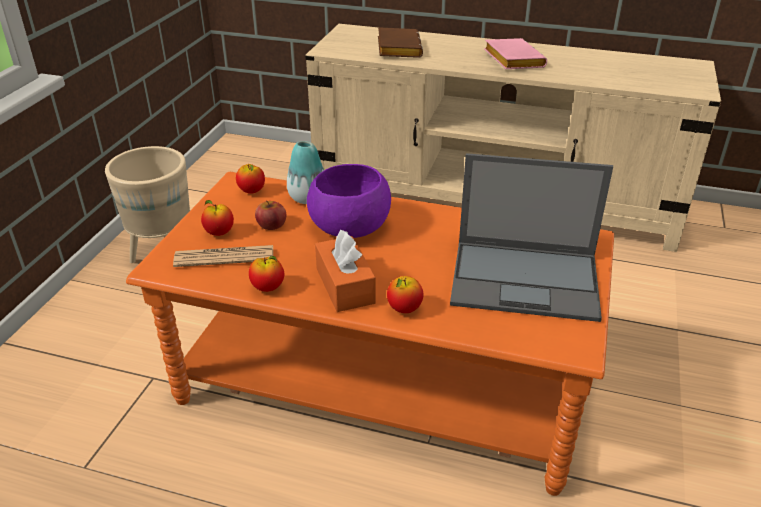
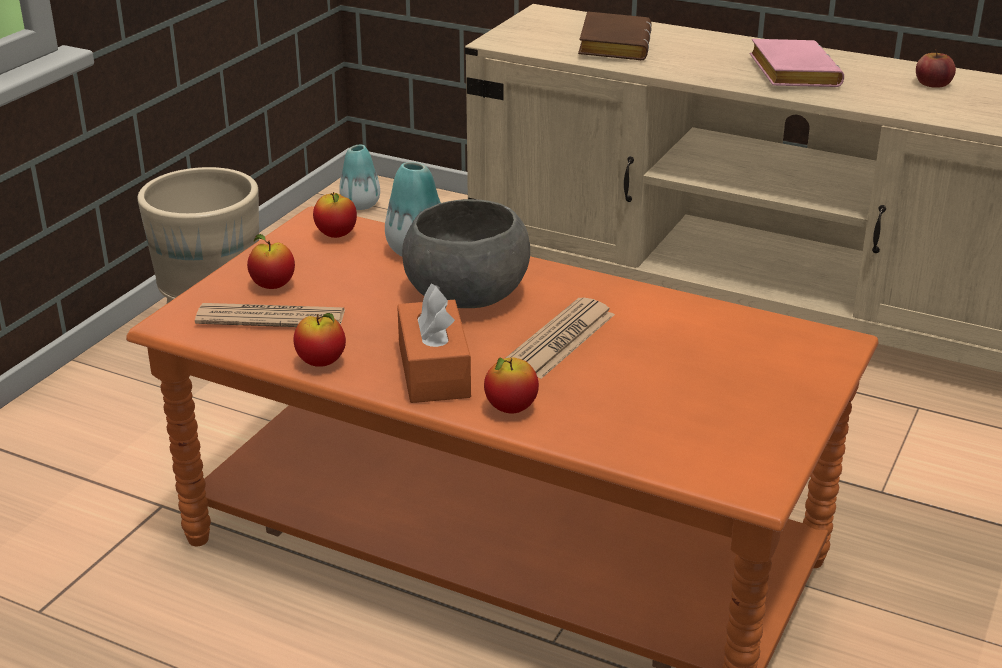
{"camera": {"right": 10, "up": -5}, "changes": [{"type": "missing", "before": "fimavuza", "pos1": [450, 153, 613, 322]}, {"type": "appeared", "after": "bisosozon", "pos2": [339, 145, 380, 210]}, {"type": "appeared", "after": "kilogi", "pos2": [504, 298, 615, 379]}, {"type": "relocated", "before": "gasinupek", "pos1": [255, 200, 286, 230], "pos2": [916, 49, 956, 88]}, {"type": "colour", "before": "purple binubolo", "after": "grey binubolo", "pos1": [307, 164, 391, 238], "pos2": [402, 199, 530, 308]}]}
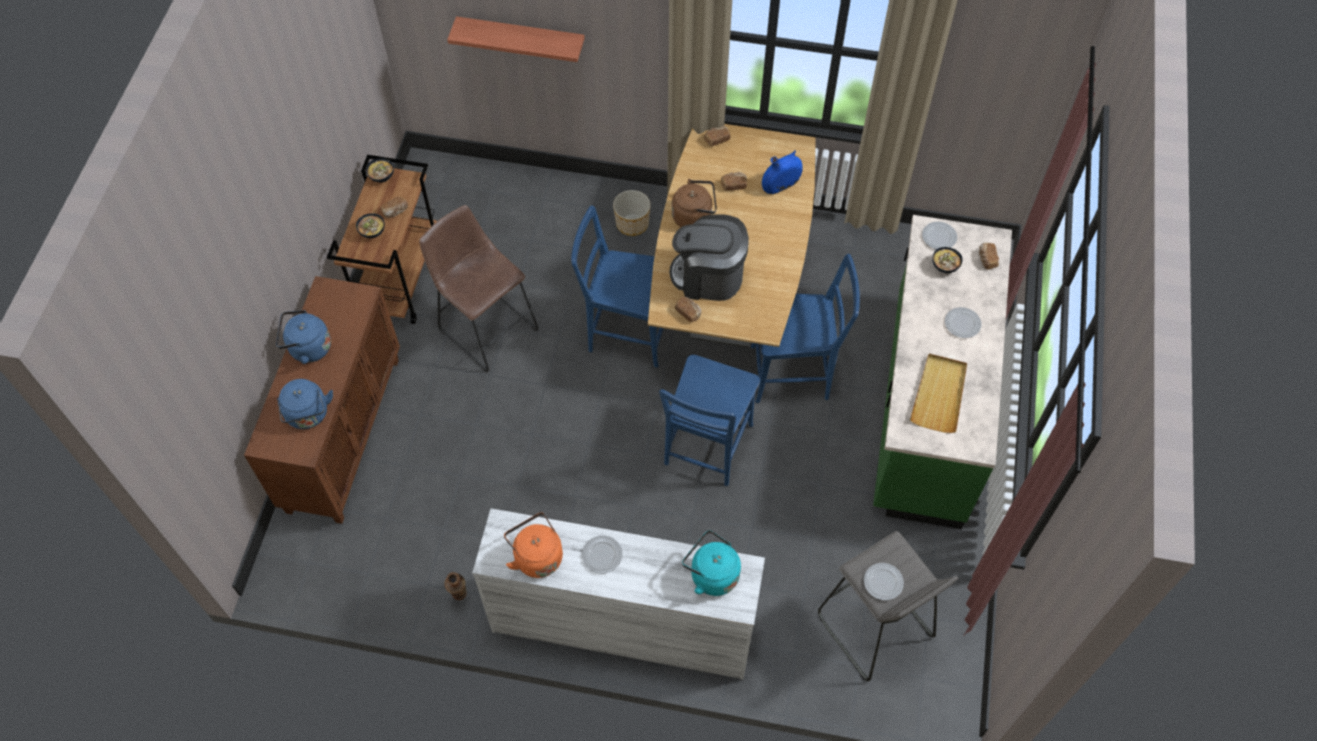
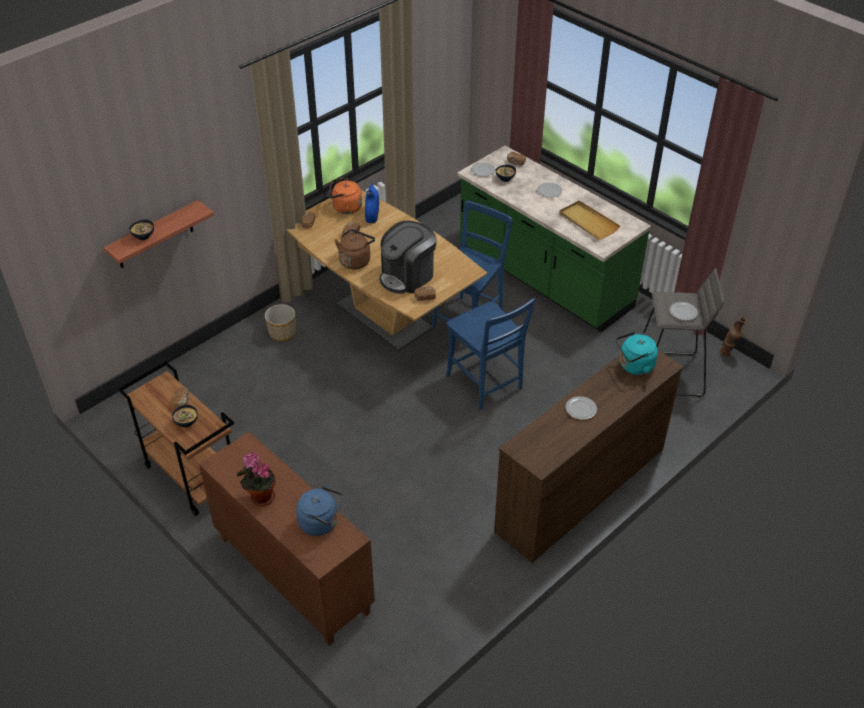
{"camera": {"right": -55, "up": -15}, "changes": [{"type": "missing", "before": "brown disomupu", "pos1": [419, 205, 539, 372]}, {"type": "missing", "before": "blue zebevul", "pos1": [571, 205, 664, 367]}, {"type": "relocated", "before": "binubolo", "pos1": [366, 159, 394, 183], "pos2": [129, 220, 154, 240]}, {"type": "relocated", "before": "bisosozon", "pos1": [444, 572, 467, 600], "pos2": [720, 316, 748, 357]}, {"type": "relocated", "before": "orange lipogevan", "pos1": [504, 513, 563, 578], "pos2": [328, 178, 362, 214]}, {"type": "exchanged", "before": "blue lipogevan", "after": "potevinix", "pos1": [276, 310, 331, 364], "pos2": [237, 452, 275, 506]}, {"type": "colour", "before": "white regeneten", "after": "brown regeneten", "pos1": [472, 508, 765, 680], "pos2": [494, 350, 683, 563]}]}
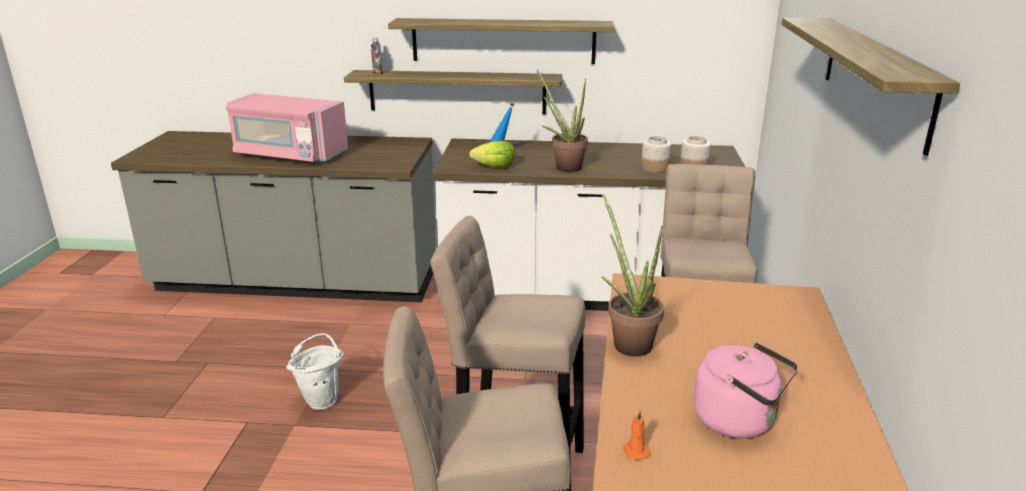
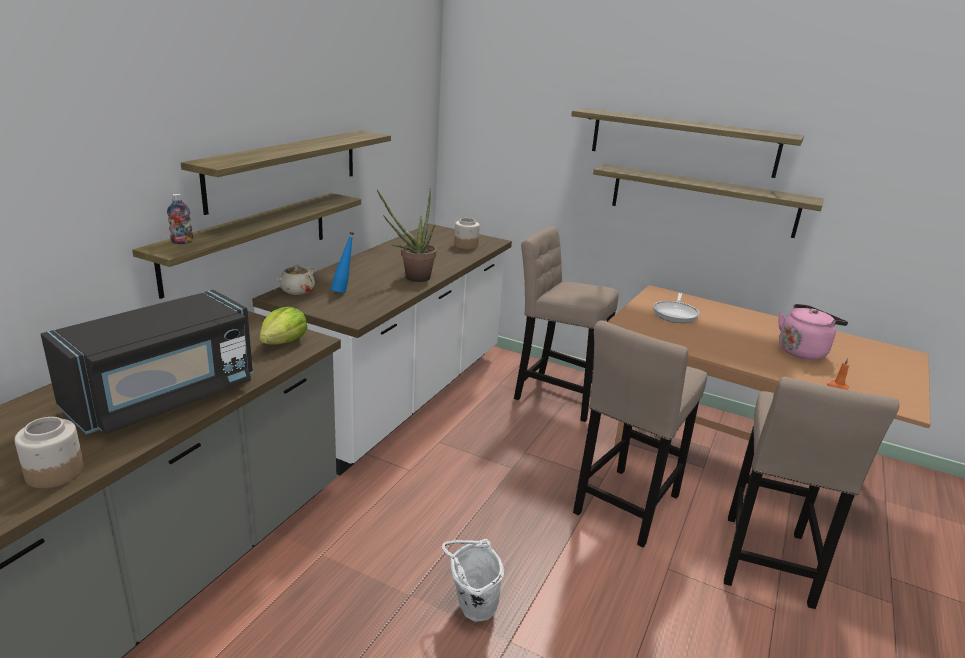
{"camera": {"right": -70, "up": 0}, "changes": [{"type": "missing", "before": "potevinix", "pos1": [601, 194, 664, 357]}, {"type": "appeared", "after": "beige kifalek", "pos2": [277, 265, 315, 295]}, {"type": "appeared", "after": "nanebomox", "pos2": [593, 164, 824, 238]}, {"type": "appeared", "after": "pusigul", "pos2": [654, 293, 699, 323]}, {"type": "relocated", "before": "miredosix", "pos1": [469, 141, 515, 168], "pos2": [259, 307, 307, 344]}, {"type": "relocated", "before": "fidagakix", "pos1": [641, 136, 672, 173], "pos2": [15, 417, 84, 488]}, {"type": "colour", "before": "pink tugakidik", "after": "black tugakidik", "pos1": [226, 93, 348, 163], "pos2": [41, 290, 253, 434]}]}
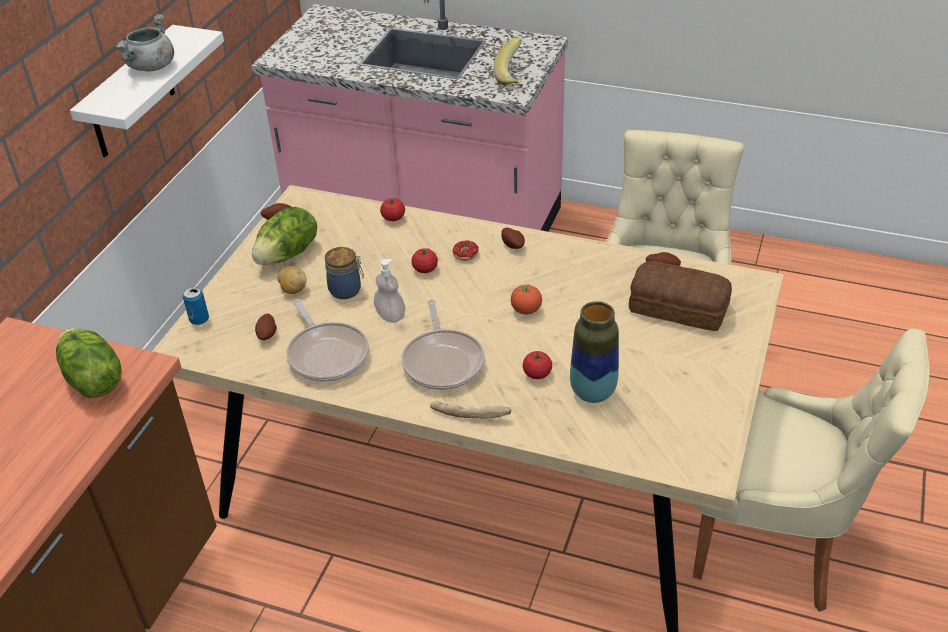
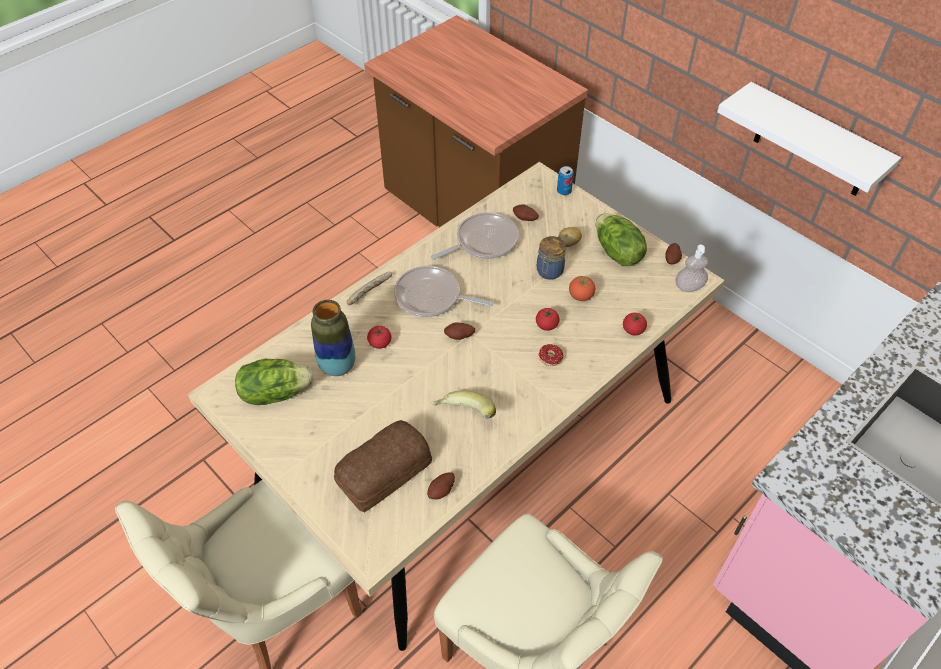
{"camera": {"right": 115, "up": 10}, "changes": [{"type": "missing", "before": "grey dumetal", "pos1": [115, 14, 174, 72]}, {"type": "relocated", "before": "miredosix", "pos1": [56, 328, 122, 398], "pos2": [235, 359, 314, 405]}, {"type": "relocated", "before": "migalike", "pos1": [374, 259, 405, 323], "pos2": [675, 245, 708, 292]}, {"type": "relocated", "before": "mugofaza", "pos1": [494, 38, 522, 85], "pos2": [432, 390, 496, 419]}, {"type": "relocated", "before": "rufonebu", "pos1": [501, 228, 525, 249], "pos2": [444, 322, 475, 340]}, {"type": "relocated", "before": "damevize", "pos1": [511, 284, 542, 315], "pos2": [569, 276, 595, 301]}, {"type": "spun", "before": "pusigul", "pos1": [286, 299, 369, 382], "pos2": [431, 212, 519, 260], "turn": 150}]}
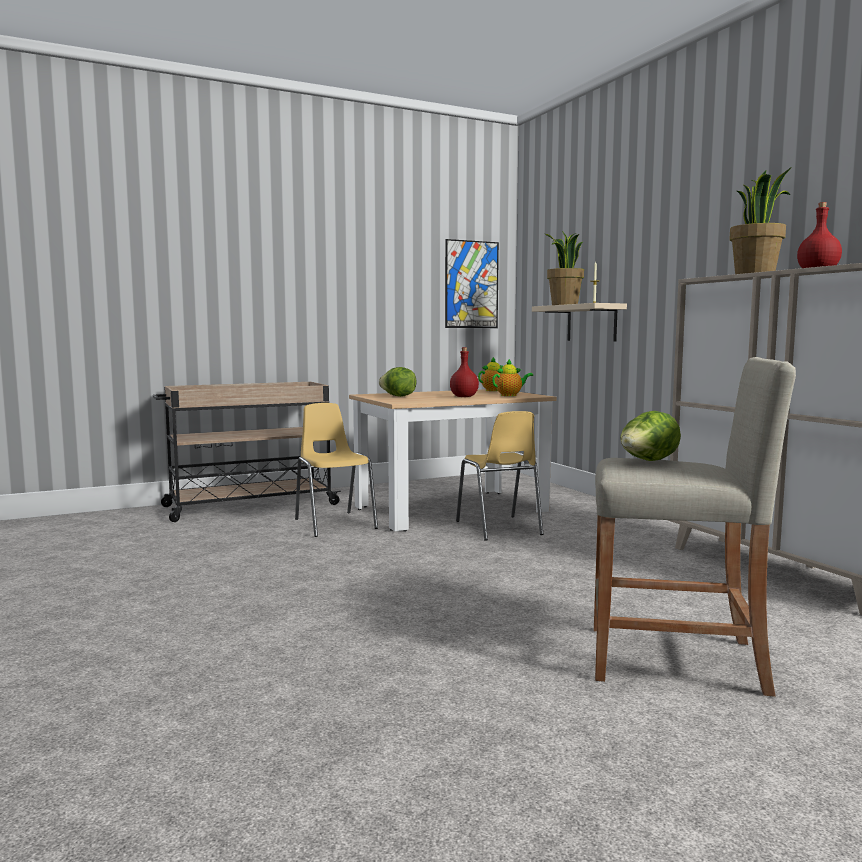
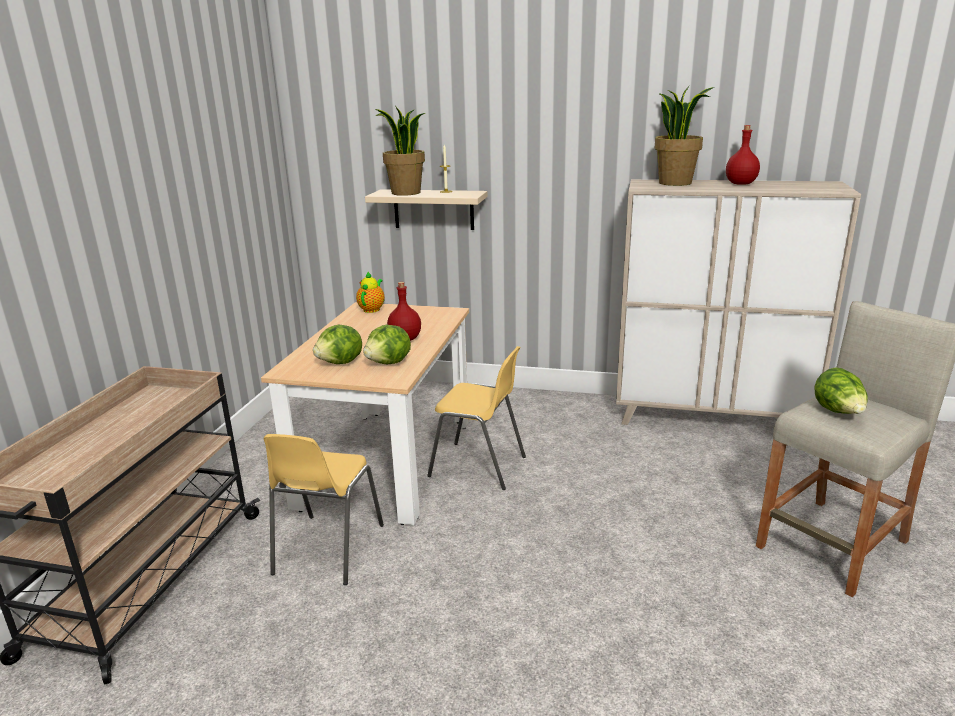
{"camera": {"right": -50, "up": 15}, "changes": [{"type": "missing", "before": "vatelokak", "pos1": [445, 239, 499, 328]}, {"type": "missing", "before": "kifalek", "pos1": [492, 359, 533, 396]}, {"type": "appeared", "after": "miredosix", "pos2": [363, 325, 411, 365]}, {"type": "spun", "before": "yellow zebevul", "pos1": [295, 403, 378, 537], "pos2": [263, 434, 384, 585], "turn": -90}]}
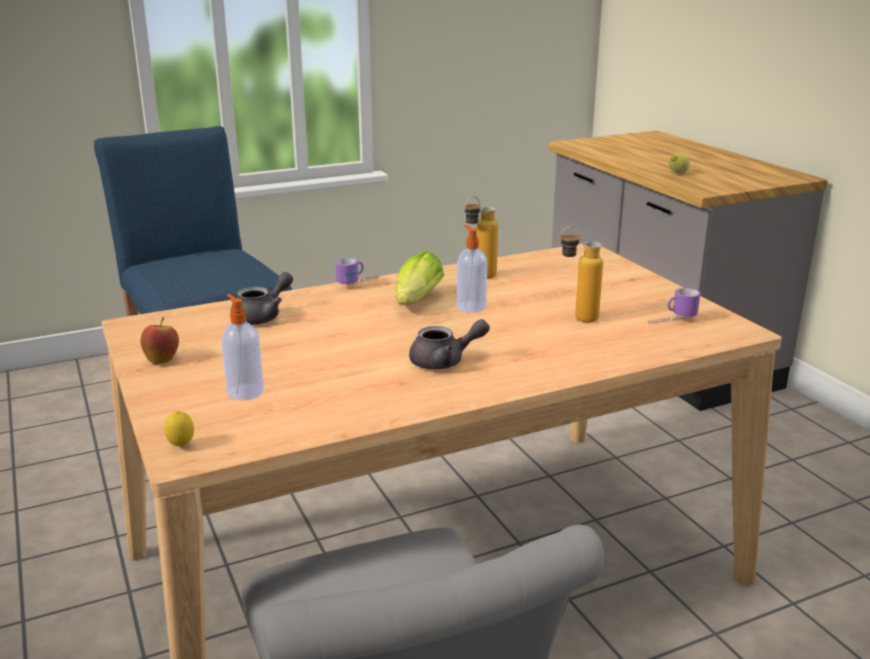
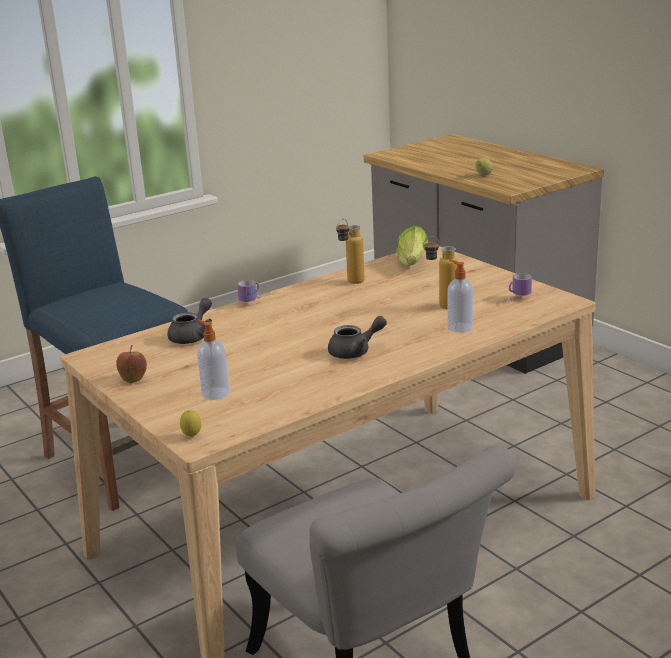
{"camera": {"right": -10, "up": 0}, "changes": [{"type": "relocated", "before": "miredosix", "pos1": [395, 251, 444, 305], "pos2": [396, 226, 428, 266]}, {"type": "relocated", "before": "migalike", "pos1": [457, 225, 487, 312], "pos2": [447, 260, 473, 332]}]}
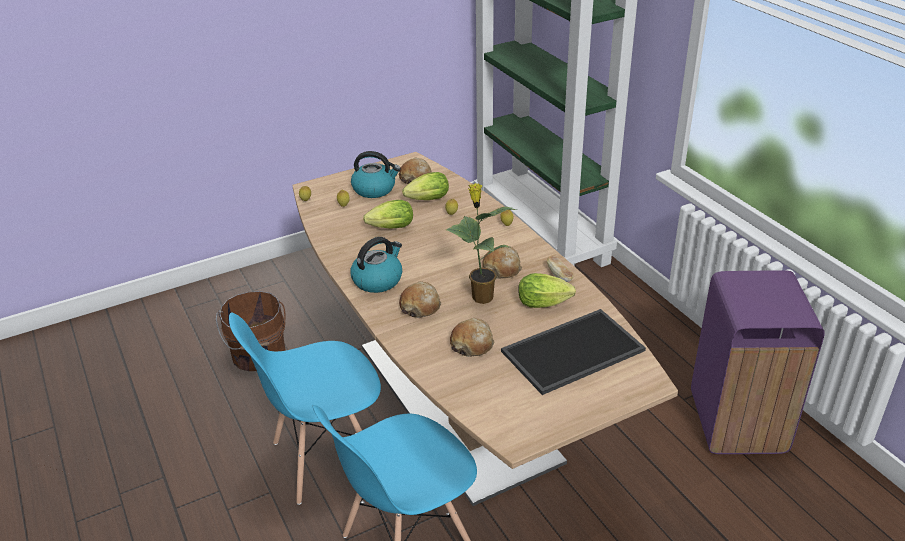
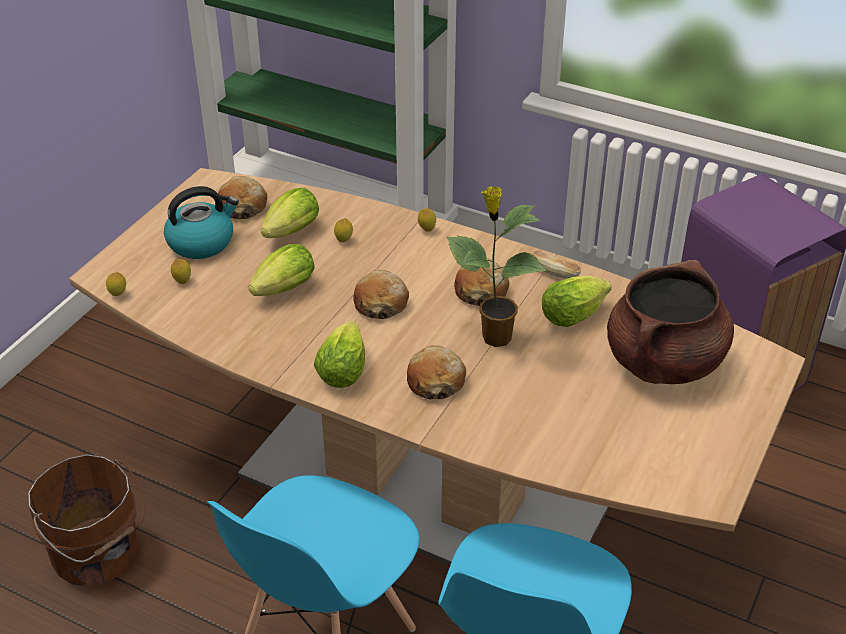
{"camera": {"right": -35, "up": 5}, "changes": [{"type": "relocated", "before": "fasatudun", "pos1": [450, 318, 494, 357], "pos2": [353, 270, 409, 319]}, {"type": "exchanged", "before": "lipogevan", "after": "miredosix", "pos1": [350, 237, 402, 293], "pos2": [314, 321, 365, 388]}, {"type": "exchanged", "before": "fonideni", "after": "brown dumetal", "pos1": [501, 309, 646, 395], "pos2": [607, 260, 734, 384]}]}
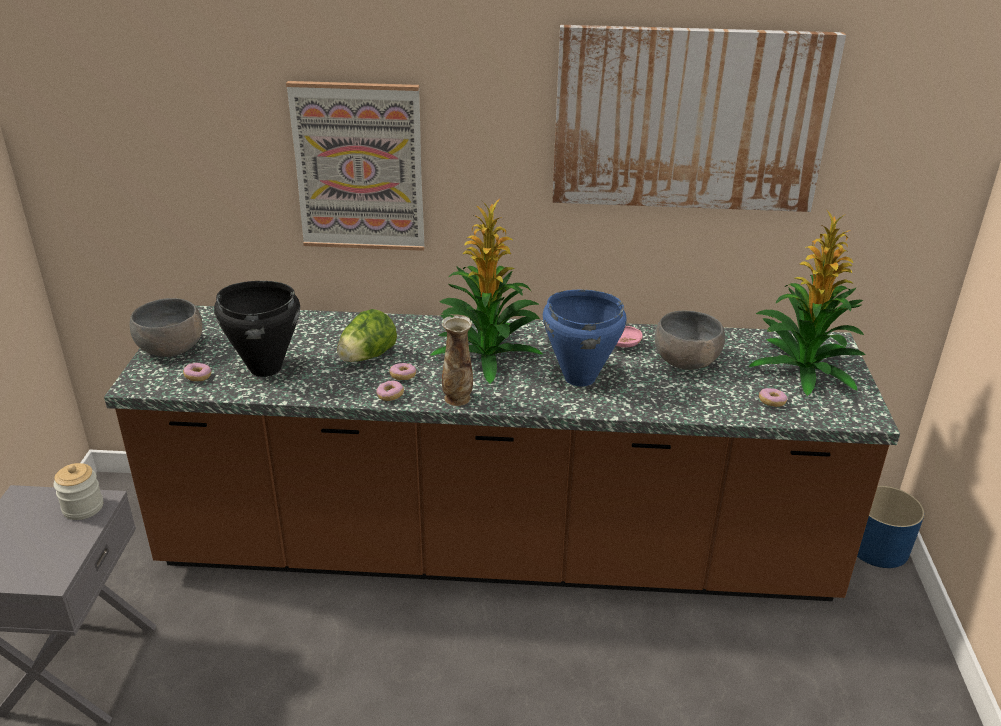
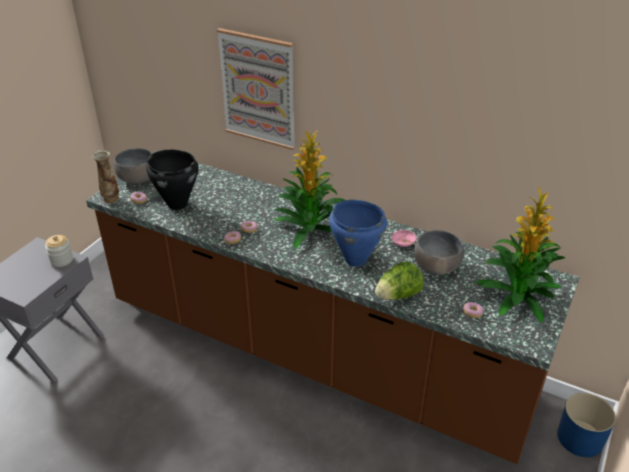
{"camera": {"right": 25, "up": 5}, "changes": [{"type": "missing", "before": "vatelokak", "pos1": [552, 25, 846, 212]}, {"type": "relocated", "before": "miredosix", "pos1": [337, 309, 397, 362], "pos2": [375, 262, 424, 300]}, {"type": "relocated", "before": "bisosozon", "pos1": [442, 316, 473, 406], "pos2": [92, 150, 119, 203]}]}
